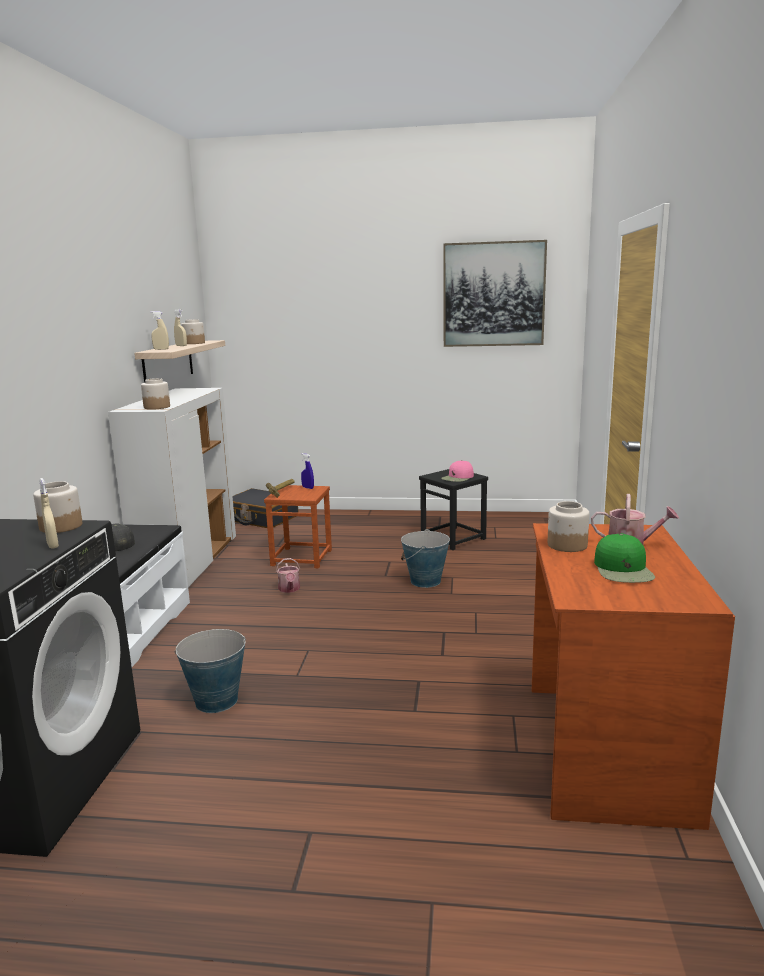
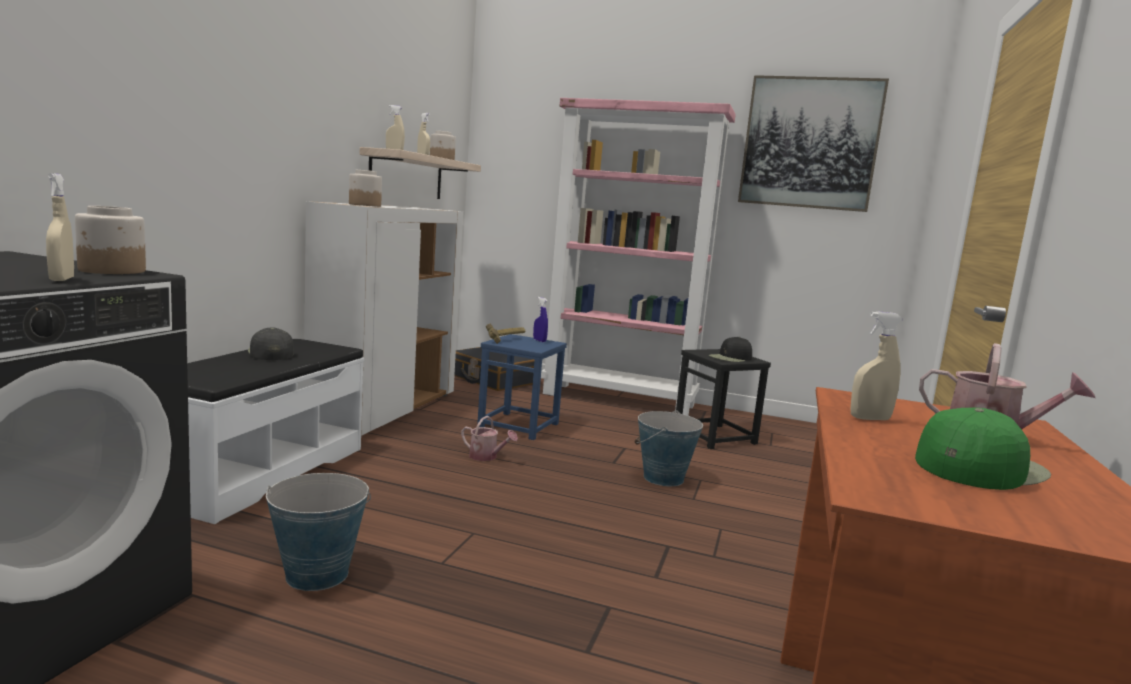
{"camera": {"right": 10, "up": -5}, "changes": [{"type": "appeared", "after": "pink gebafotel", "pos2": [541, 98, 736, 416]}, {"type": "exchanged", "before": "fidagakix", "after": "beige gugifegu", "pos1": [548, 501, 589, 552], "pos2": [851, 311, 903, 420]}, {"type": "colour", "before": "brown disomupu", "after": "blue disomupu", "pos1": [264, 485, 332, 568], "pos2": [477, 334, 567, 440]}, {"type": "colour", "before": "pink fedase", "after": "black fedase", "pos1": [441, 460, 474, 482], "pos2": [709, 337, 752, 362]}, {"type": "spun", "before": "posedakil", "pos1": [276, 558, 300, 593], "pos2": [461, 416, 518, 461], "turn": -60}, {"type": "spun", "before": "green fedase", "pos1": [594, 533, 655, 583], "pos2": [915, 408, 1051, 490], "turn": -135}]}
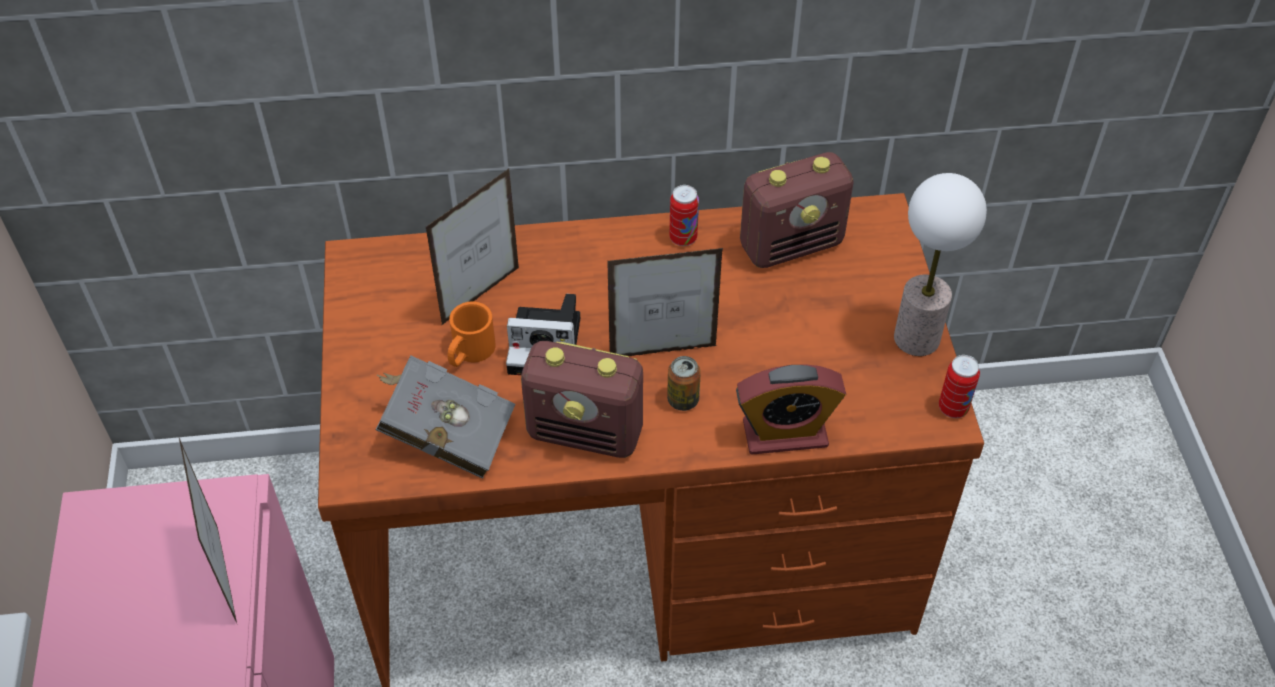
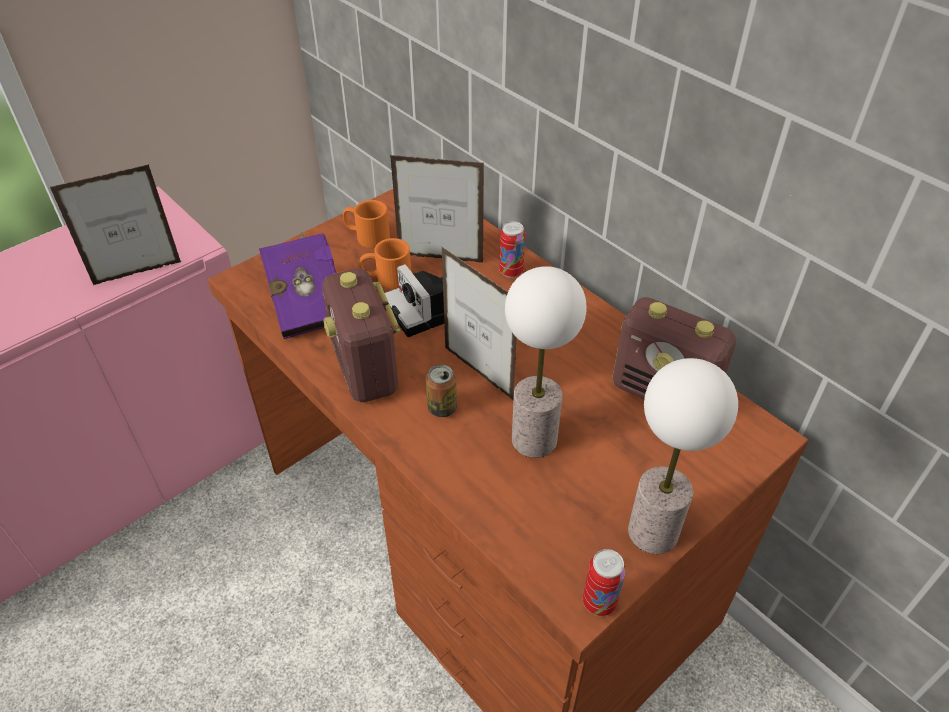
{"camera": {"right": 55, "up": -5}, "changes": [{"type": "missing", "before": "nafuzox", "pos1": [736, 364, 846, 454]}, {"type": "appeared", "after": "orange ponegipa", "pos2": [343, 200, 390, 248]}, {"type": "appeared", "after": "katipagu", "pos2": [505, 266, 587, 458]}, {"type": "relocated", "before": "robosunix", "pos1": [669, 185, 699, 246], "pos2": [499, 221, 525, 278]}, {"type": "colour", "before": "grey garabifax", "after": "purple garabifax", "pos1": [375, 355, 515, 479], "pos2": [259, 232, 336, 339]}, {"type": "spun", "before": "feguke", "pos1": [179, 438, 237, 623], "pos2": [50, 164, 182, 285], "turn": -150}]}
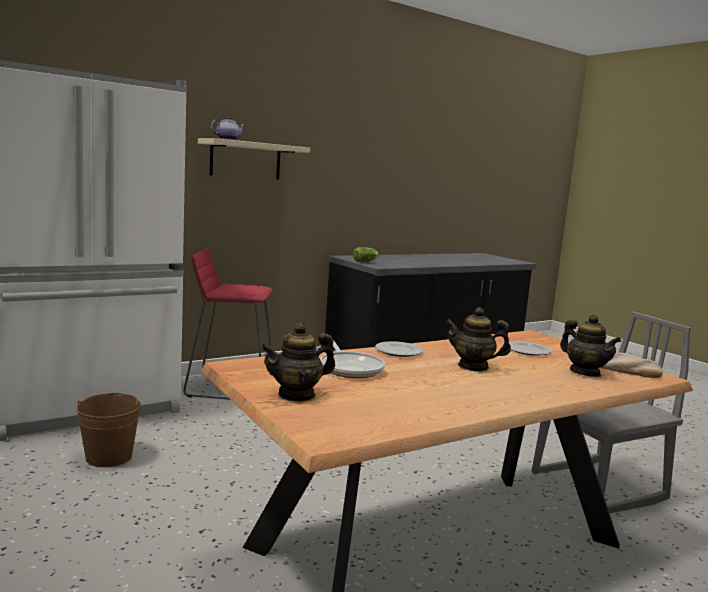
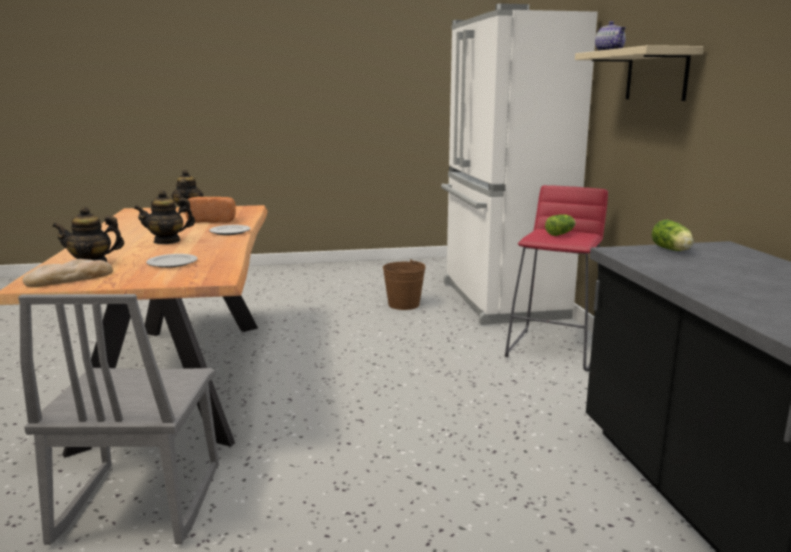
{"camera": {"right": 115, "up": 5}, "changes": [{"type": "appeared", "after": "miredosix", "pos2": [545, 215, 576, 236]}, {"type": "exchanged", "before": "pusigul", "after": "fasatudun", "pos1": [320, 340, 385, 378], "pos2": [186, 197, 236, 223]}, {"type": "spun", "before": "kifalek", "pos1": [445, 307, 511, 371], "pos2": [134, 190, 195, 244], "turn": -150}]}
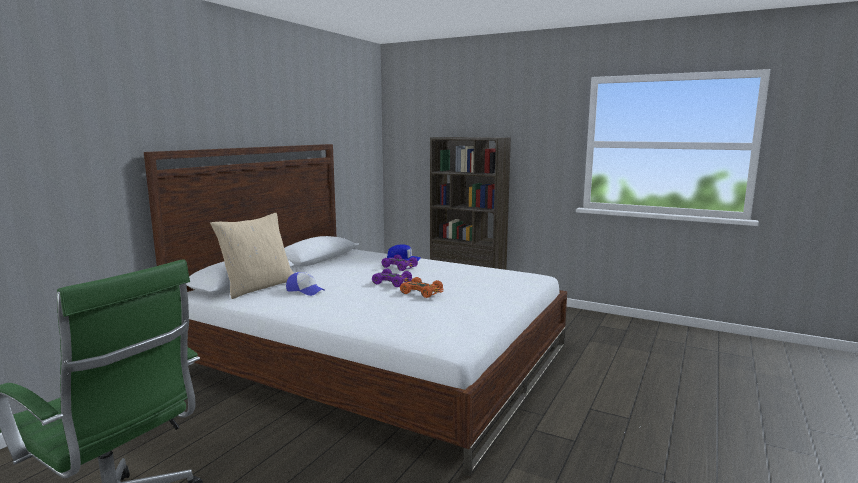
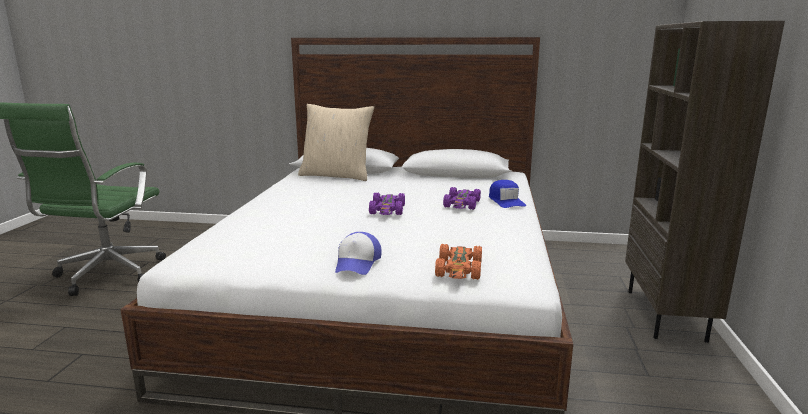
{"camera": {"right": 70, "up": 5}, "changes": [{"type": "relocated", "before": "fedase", "pos1": [286, 272, 325, 296], "pos2": [335, 232, 382, 275]}, {"type": "relocated", "before": "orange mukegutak", "pos1": [400, 277, 443, 298], "pos2": [435, 244, 482, 279]}]}
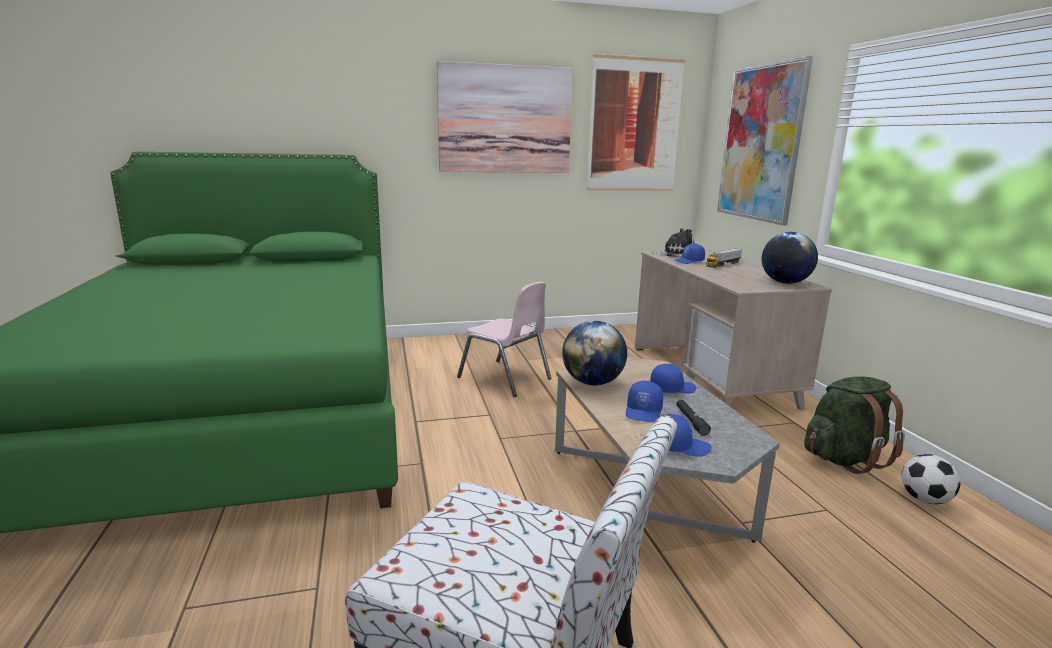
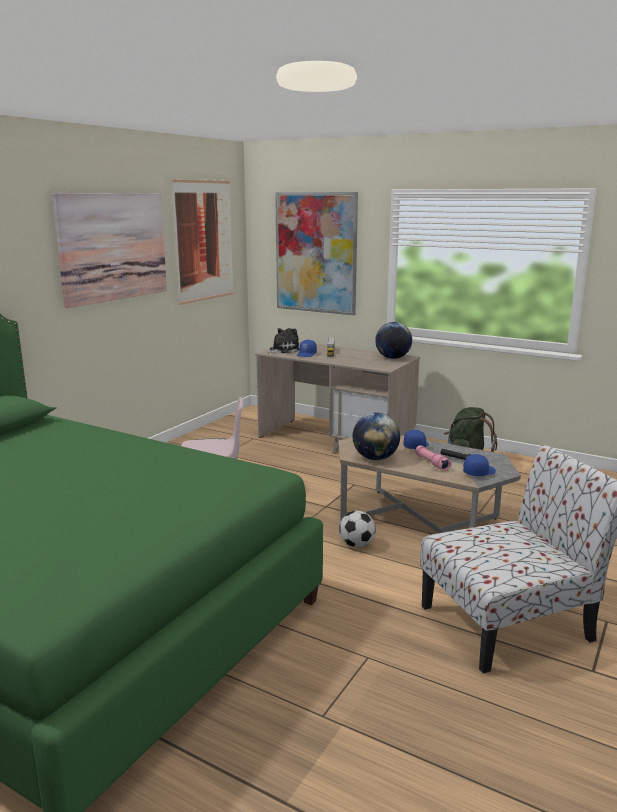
{"camera": {"right": -45, "up": 0}, "changes": [{"type": "relocated", "before": "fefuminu", "pos1": [901, 454, 961, 504], "pos2": [339, 511, 375, 547]}, {"type": "exchanged", "before": "blue fedase", "after": "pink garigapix", "pos1": [626, 381, 663, 422], "pos2": [415, 445, 452, 471]}]}
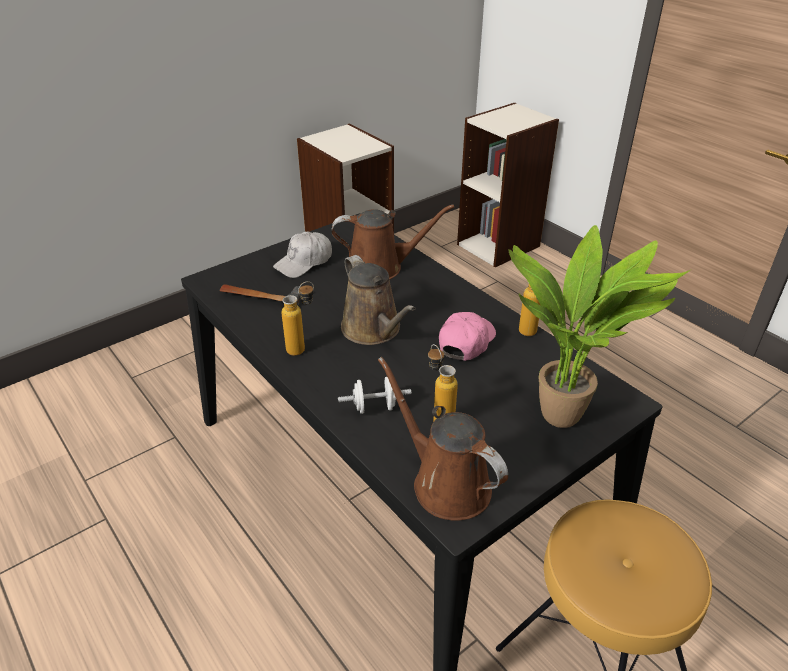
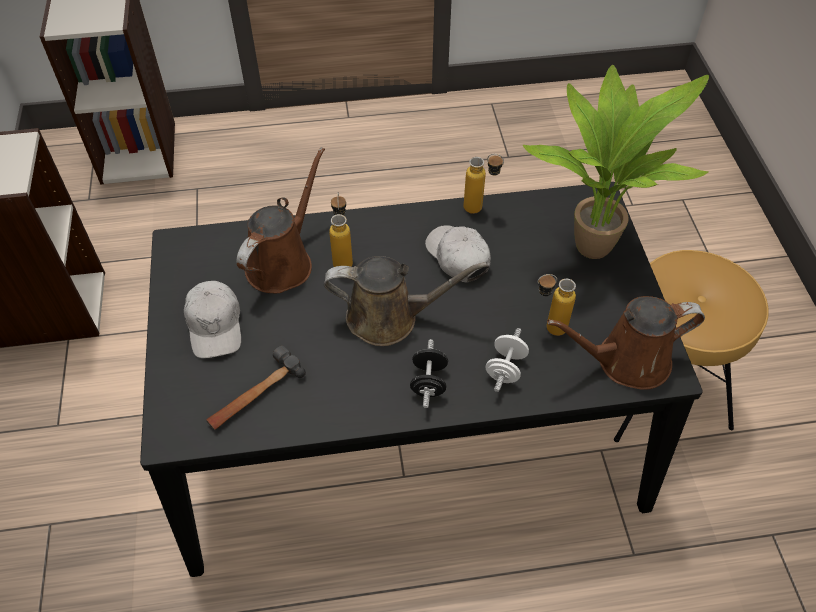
{"camera": {"right": -60, "up": 15}, "changes": [{"type": "appeared", "after": "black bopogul", "pos2": [410, 339, 448, 408]}, {"type": "relocated", "before": "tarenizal", "pos1": [281, 281, 314, 356], "pos2": [329, 192, 353, 267]}, {"type": "colour", "before": "pink fedase", "after": "white fedase", "pos1": [439, 312, 496, 361], "pos2": [425, 225, 491, 282]}]}
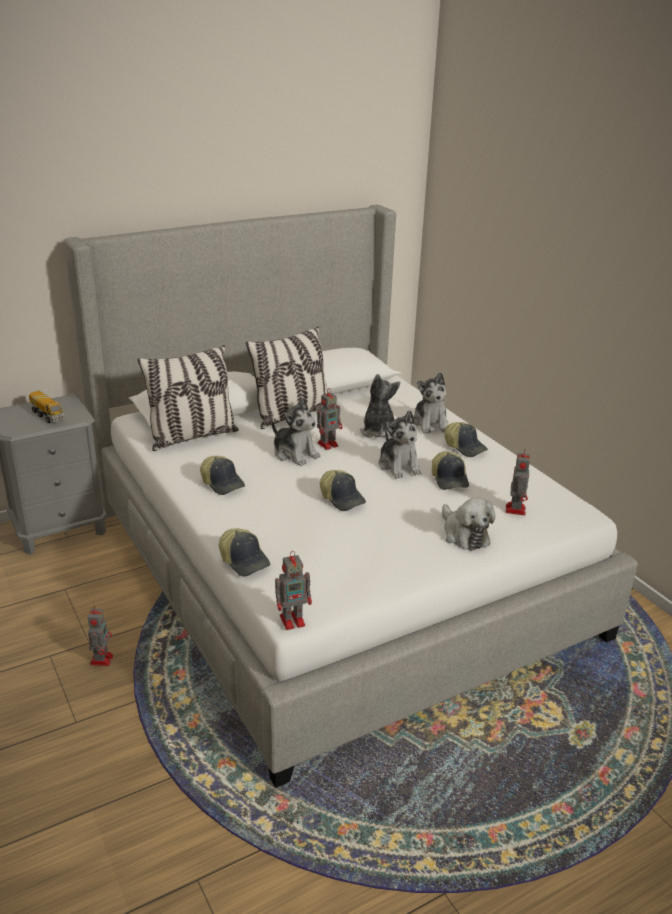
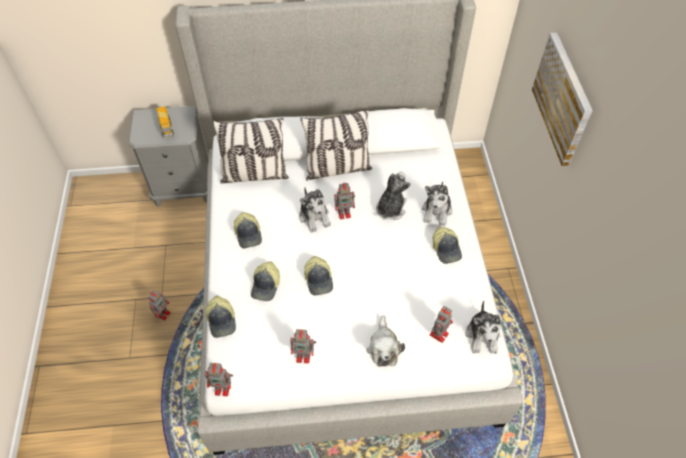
{"camera": {"right": 25, "up": 25}, "changes": [{"type": "appeared", "after": "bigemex", "pos2": [290, 329, 316, 363]}, {"type": "appeared", "after": "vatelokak", "pos2": [532, 33, 593, 166]}, {"type": "relocated", "before": "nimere", "pos1": [378, 410, 422, 479], "pos2": [466, 301, 501, 354]}, {"type": "relocated", "before": "fedase", "pos1": [432, 451, 469, 490], "pos2": [251, 261, 280, 301]}]}
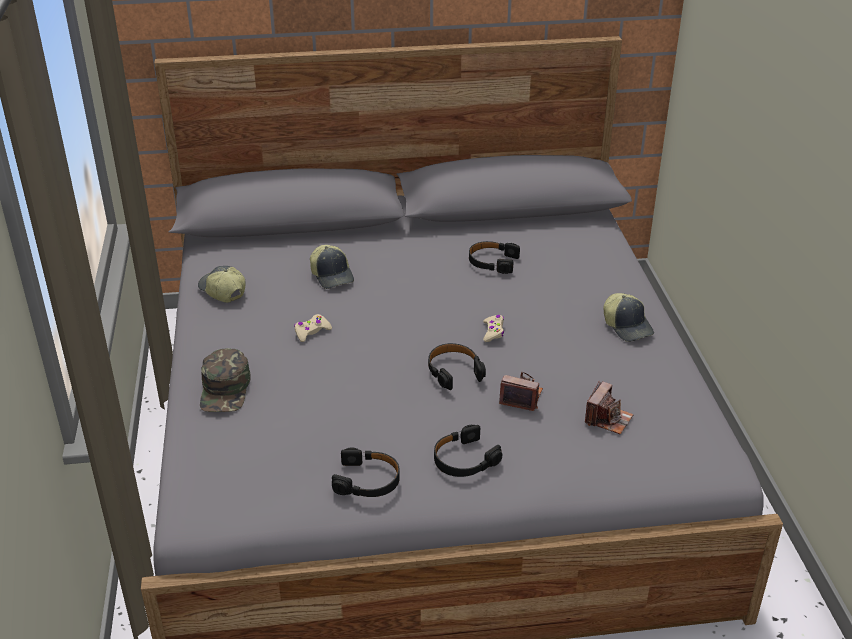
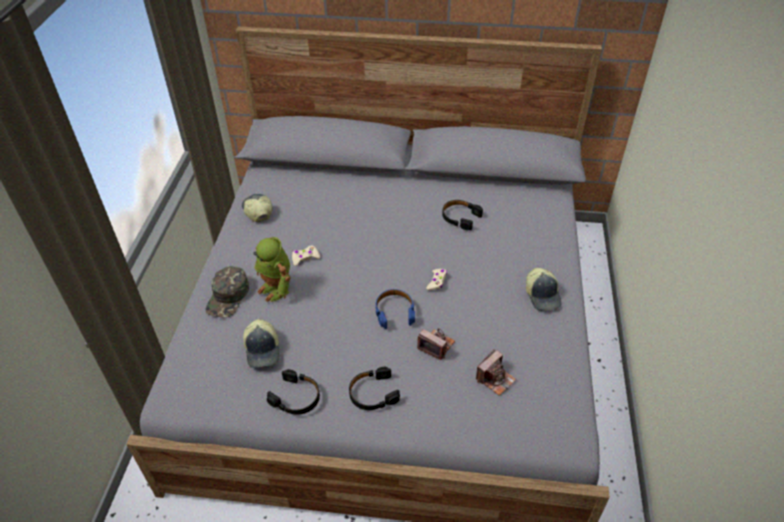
{"camera": {"right": 15, "up": 10}, "changes": [{"type": "appeared", "after": "bigemex", "pos2": [253, 237, 290, 302]}, {"type": "relocated", "before": "fedase", "pos1": [310, 245, 354, 289], "pos2": [243, 319, 279, 368]}, {"type": "colour", "before": "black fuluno", "after": "blue fuluno", "pos1": [428, 343, 486, 390], "pos2": [375, 289, 415, 329]}]}
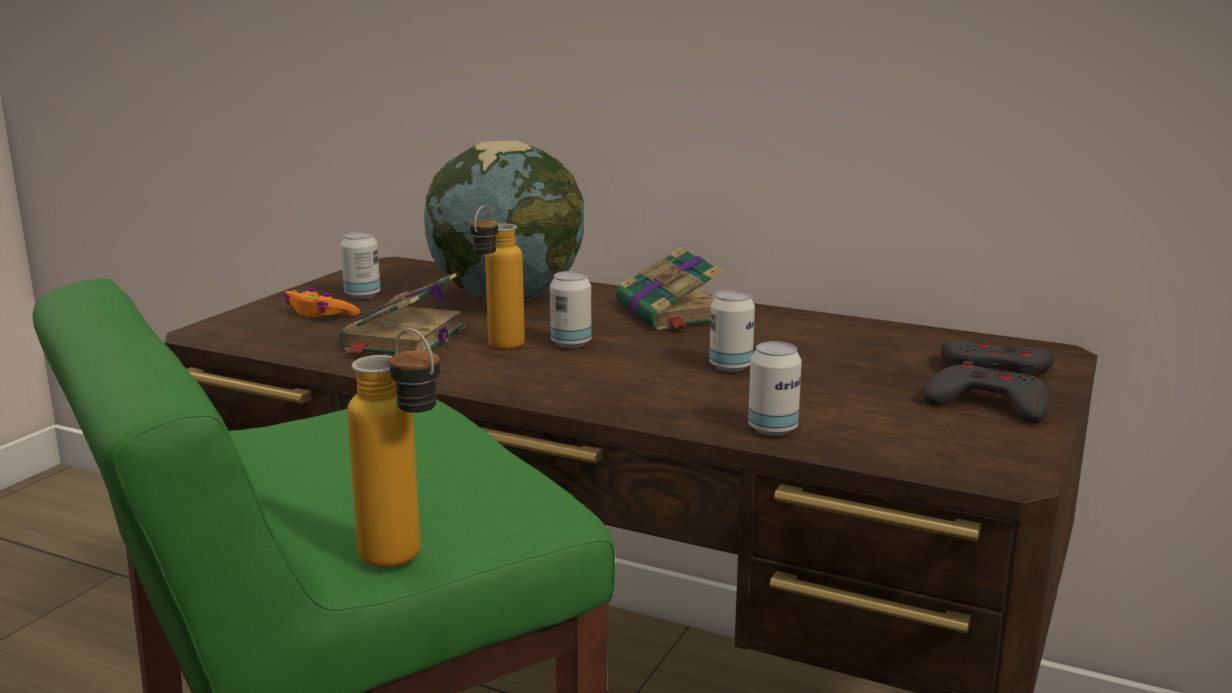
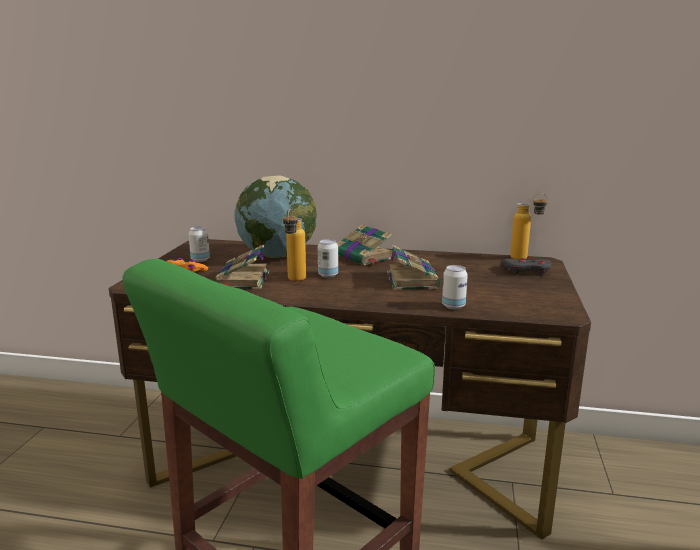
{"camera": {"right": -15, "up": 0}, "changes": [{"type": "missing", "before": "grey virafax", "pos1": [924, 361, 1049, 423]}, {"type": "relocated", "before": "tarenizal", "pos1": [347, 328, 440, 567], "pos2": [510, 193, 548, 260]}, {"type": "exchanged", "before": "robosunix", "after": "garabifax", "pos1": [709, 290, 755, 372], "pos2": [387, 245, 440, 290]}]}
